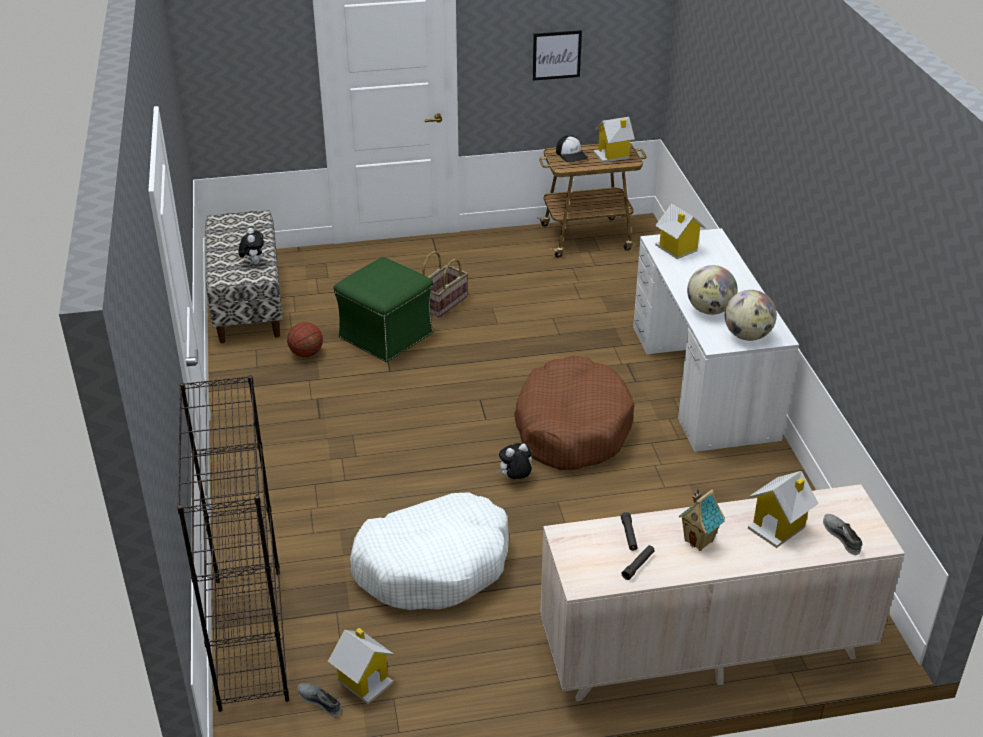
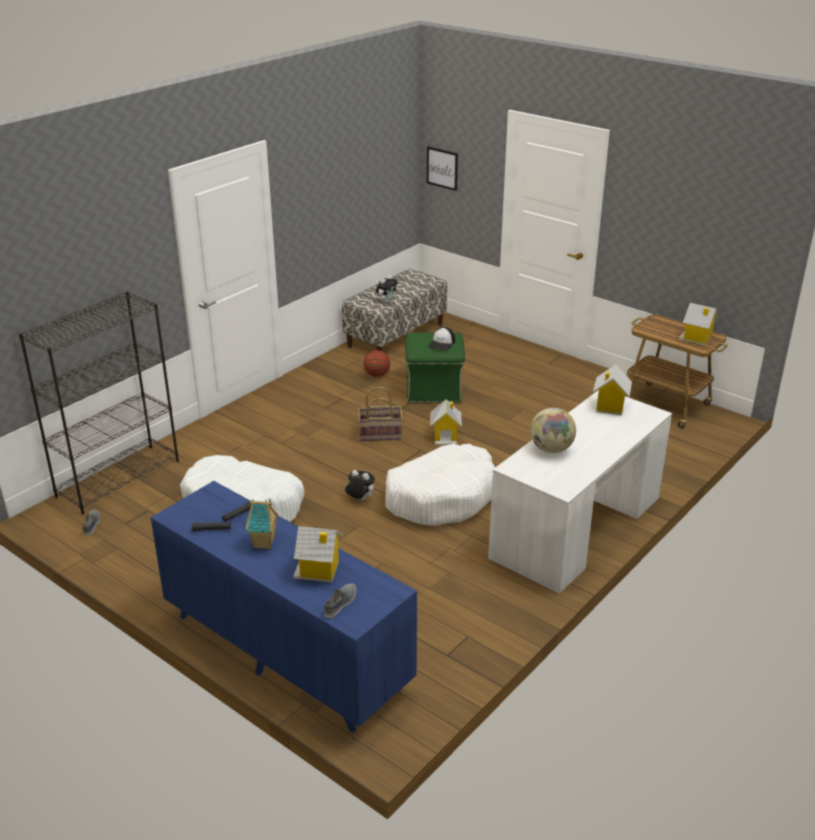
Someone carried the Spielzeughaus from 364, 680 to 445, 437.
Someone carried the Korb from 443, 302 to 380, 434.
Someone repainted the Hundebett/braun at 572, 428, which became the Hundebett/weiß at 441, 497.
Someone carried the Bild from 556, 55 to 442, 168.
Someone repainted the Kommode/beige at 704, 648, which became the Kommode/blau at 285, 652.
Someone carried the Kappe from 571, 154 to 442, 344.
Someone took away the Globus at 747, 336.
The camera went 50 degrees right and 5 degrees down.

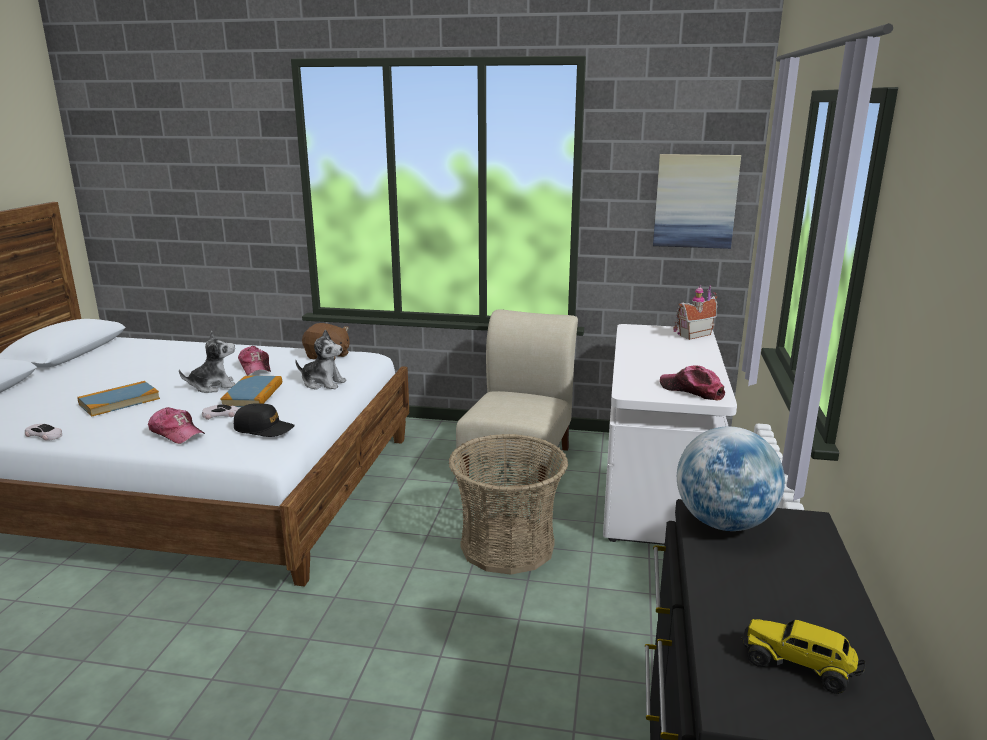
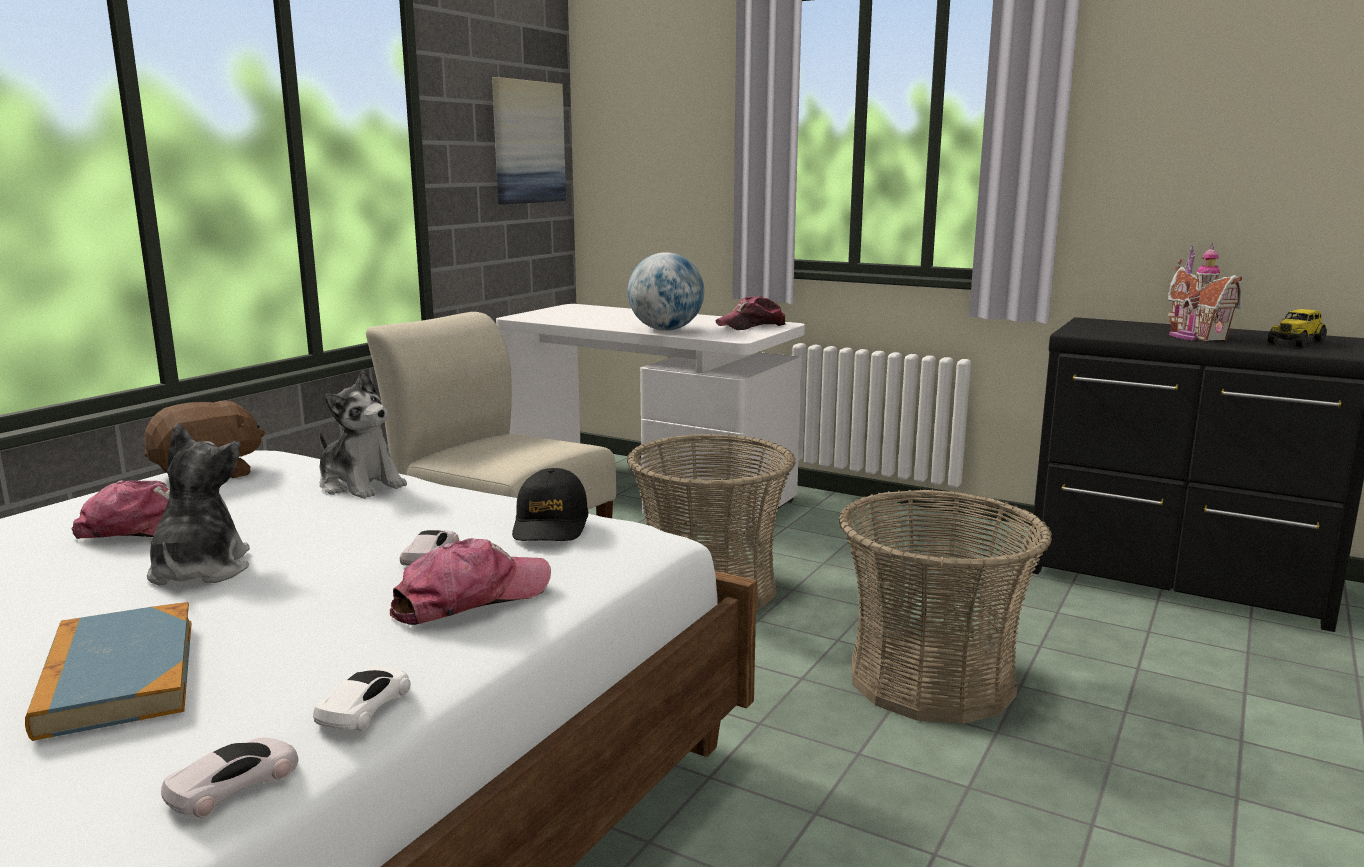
Someone took away the Buch at 253, 394.
Someone rotated the Kappe/schwarz at 264, 428 by 150 degrees clockwise.
Someone rotated the Plüschtier at 323, 383 by 90 degrees clockwise.
Someone carried the Spielzeughaus from 692, 334 to 1193, 336.
Someone carried the Globus from 724, 523 to 666, 330.
Someone put down the Spielzeugauto/weiß at 366, 706.
Someone put down the Korb at 930, 679.
The camera went 70 degrees left and 5 degrees down.

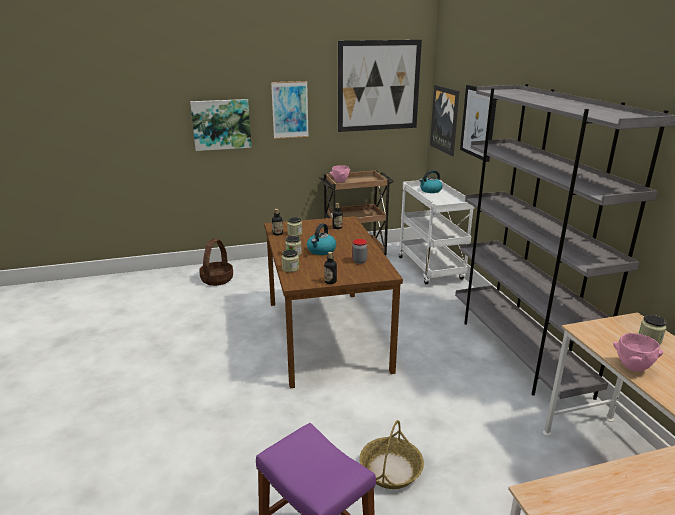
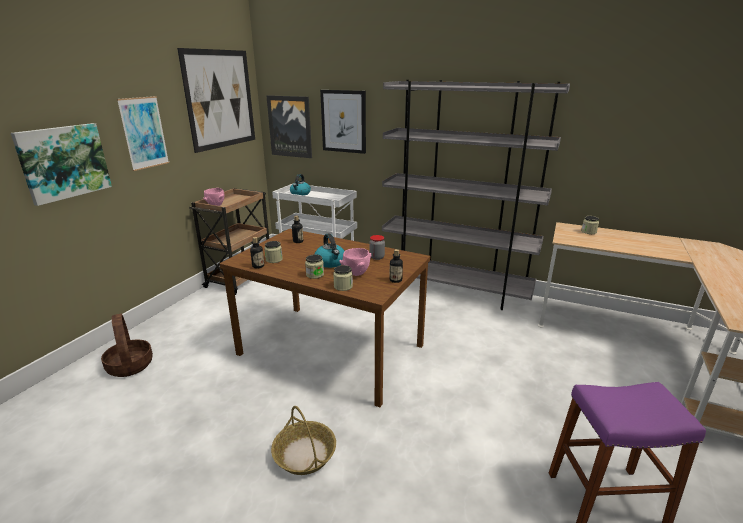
Someone carried the Korb from 390, 469 to 304, 454.
Someone carried the Schüssel/rosa from 632, 367 to 356, 274.
The camera went 50 degrees left and 0 degrees up.

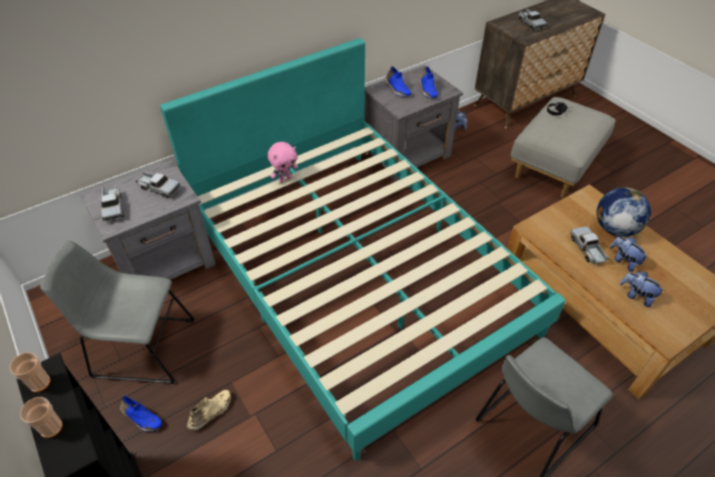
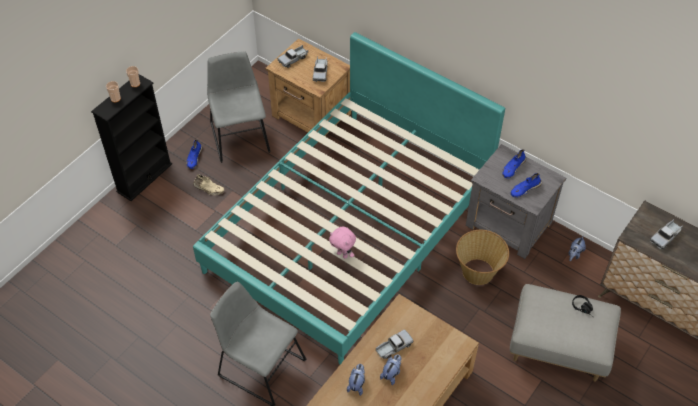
Someone repainted the Nachttisch/grau at 166, 261, which became the Nachttisch/braun at 311, 116.
Someone carried the Plüschtier/rosa from 285, 179 to 343, 254.
Someone took away the Globus at 614, 228.
Someone put down the Korb at 478, 271.
The camera went 70 degrees right and 5 degrees up.

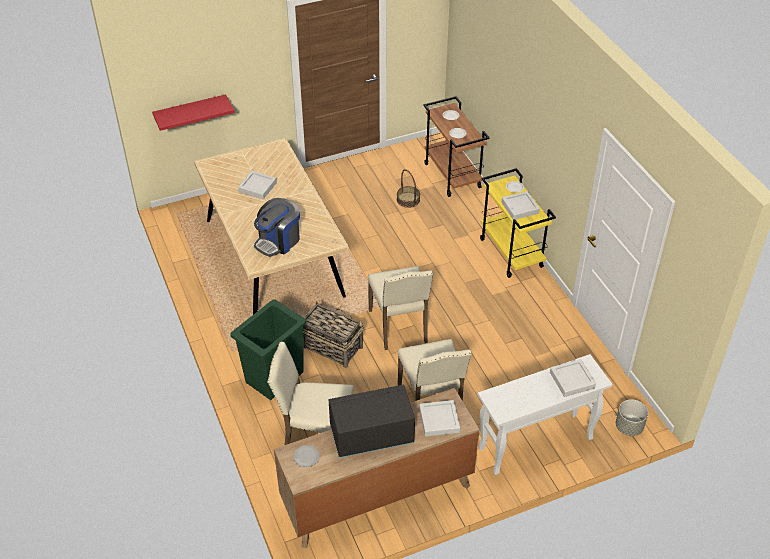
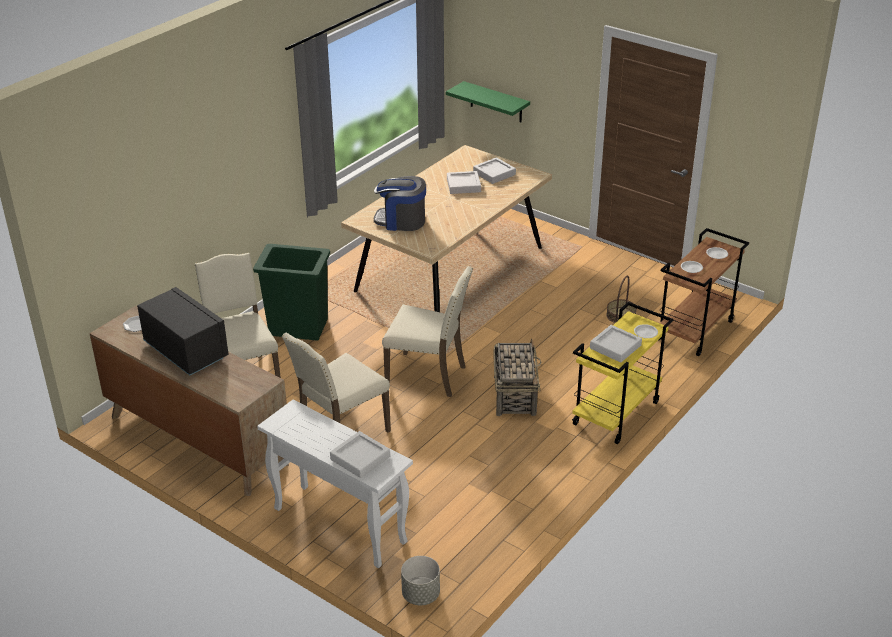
Someone repainted the Wandregal/rot at 190, 112, which became the Wandregal/grün at 496, 102.
Someone carried the Korb from 331, 346 to 514, 395.
Someone rotated the Stuhl/beige at 400, 327 by 120 degrees counterclockwise.
Someone carried the Tablett/grau from 439, 420 to 494, 173.
The camera went 60 degrees right and 10 degrees down.

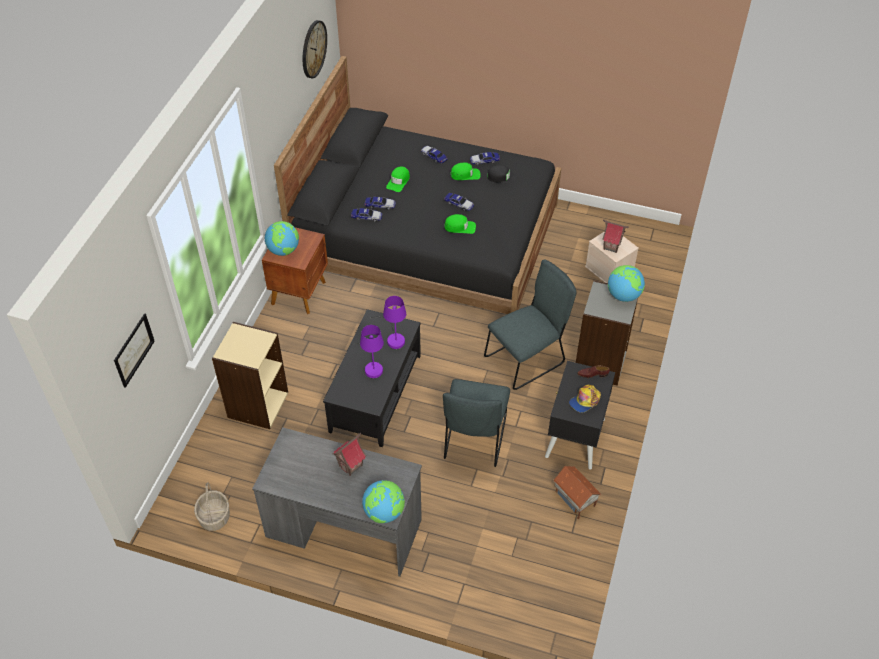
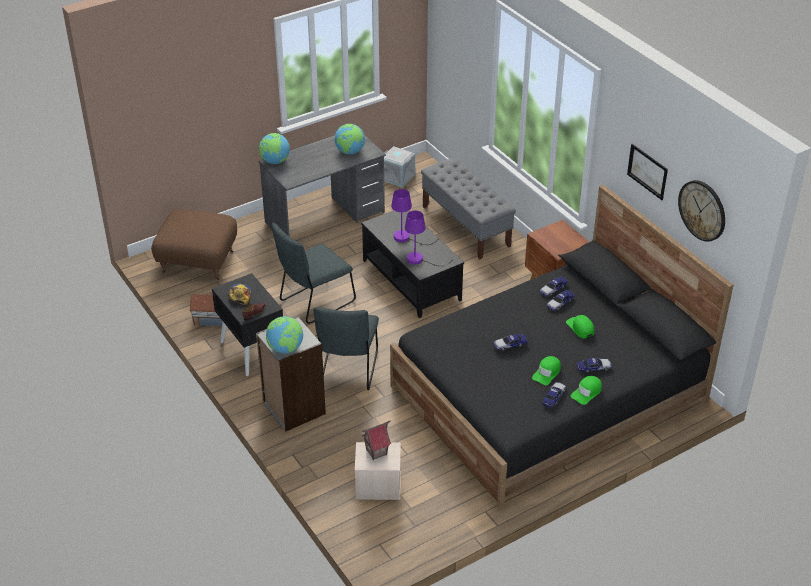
Someone carried the Bild from 134, 350 to 647, 171.
Someone swapped the Korb at 214, 516 for the Aufbewahrungsbox/grau at 398, 177.
Someone swapped the Bücherregal/beige at 257, 404 for the Bank/grau at 466, 226.
Someone carried the Globus from 283, 250 to 350, 152.
Someone took away the Spielzeughaus at 351, 466.
Someone rotated the Stuhl/grau at 474, 440 by 90 degrees counterclockwise.
Someone carried the Kappe/grün from 460, 227 to 586, 392.
Someone took away the Kappe/schwarz at 502, 177.
Someone put down the Polsterhocker/braun at 198, 262.
The camera went 130 degrees right and 10 degrees down.

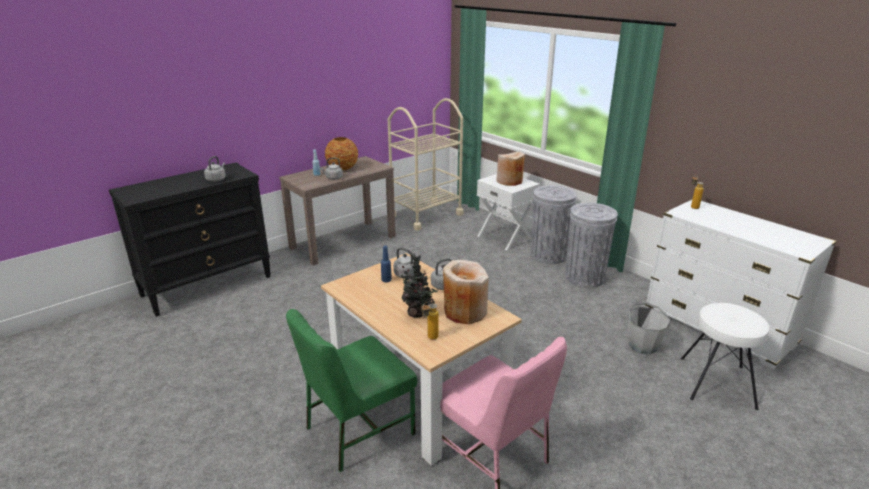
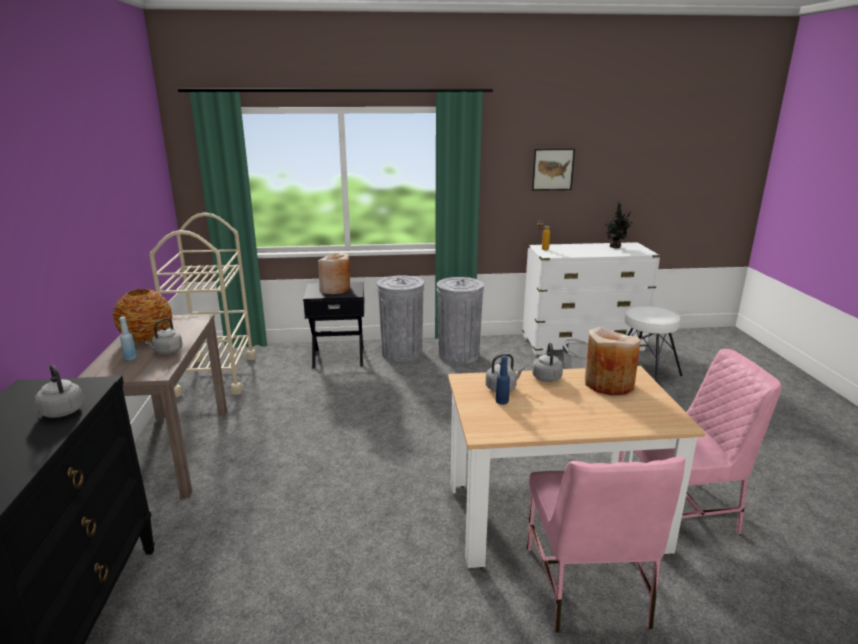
Someone repainted the Stuhl/grün at 357, 430, which became the Stuhl/rosa at 587, 587.
Someone carried the Topfpflanze from 418, 314 to 615, 247.
Someone took away the Flasche at 429, 338.
Someone repainted the Nachttisch/weiß at 505, 237, which became the Nachttisch/schwarz at 338, 357.
Someone put up the Bild at 552, 169.
The camera went 55 degrees left and 5 degrees down.

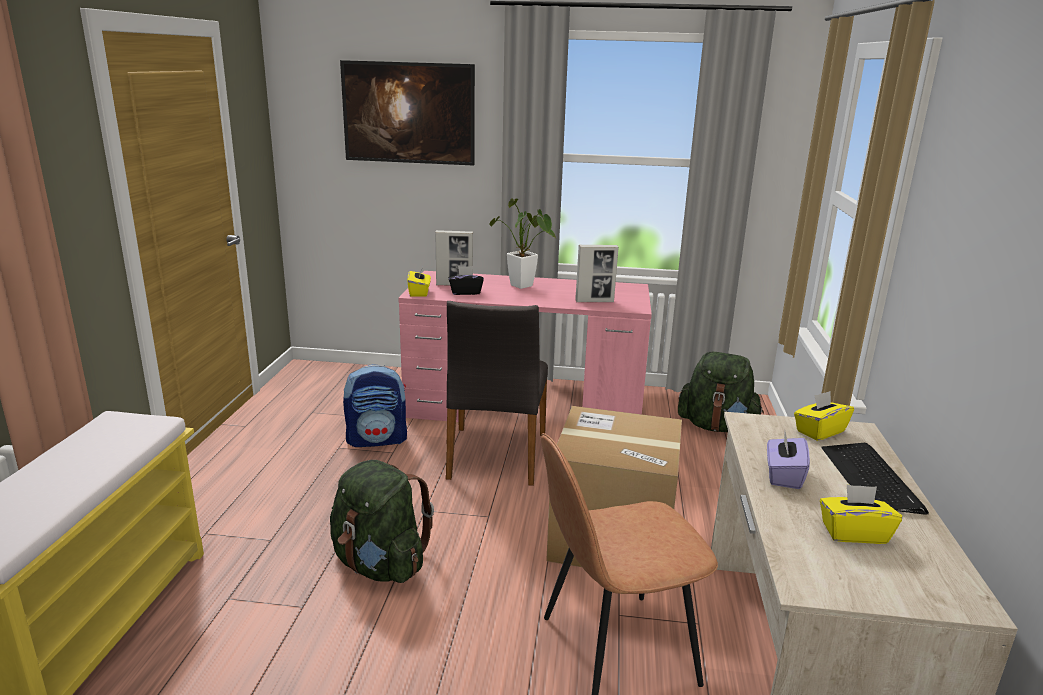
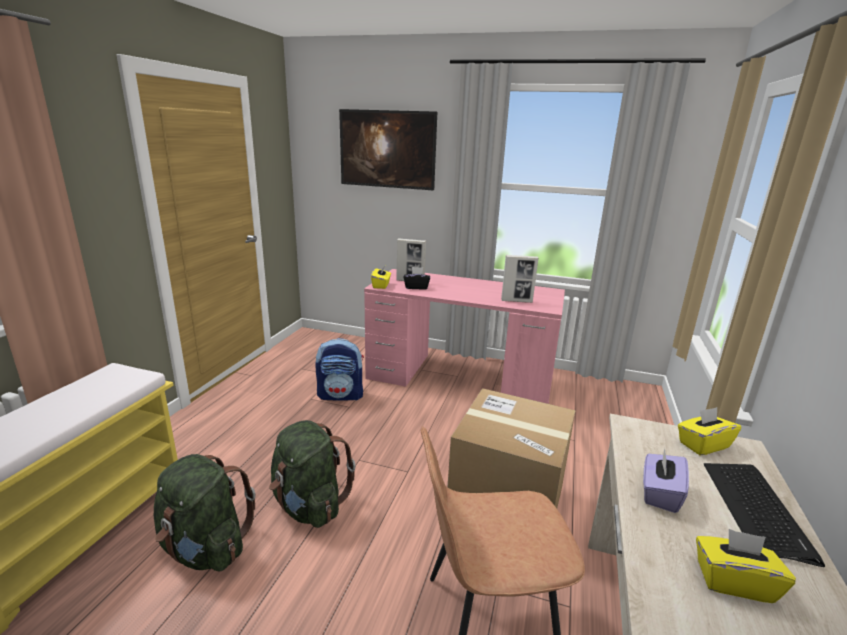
Someone took away the Stuhl/grau at 495, 456.
Someone took away the Topfpflanze at 524, 287.
Someone carried the Rucksack/grün from 717, 426 to 206, 548.
The camera went 10 degrees right and 0 degrees up.

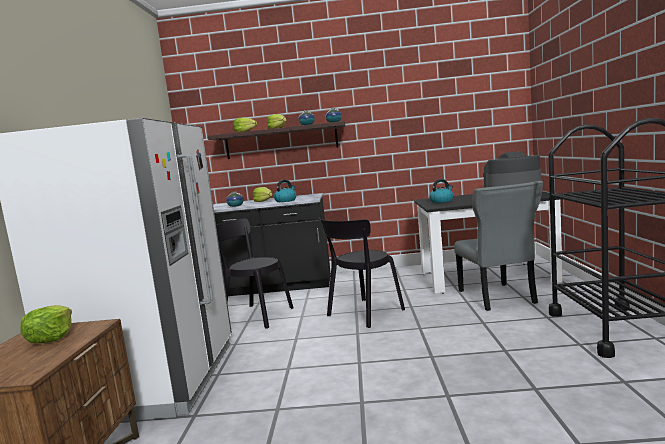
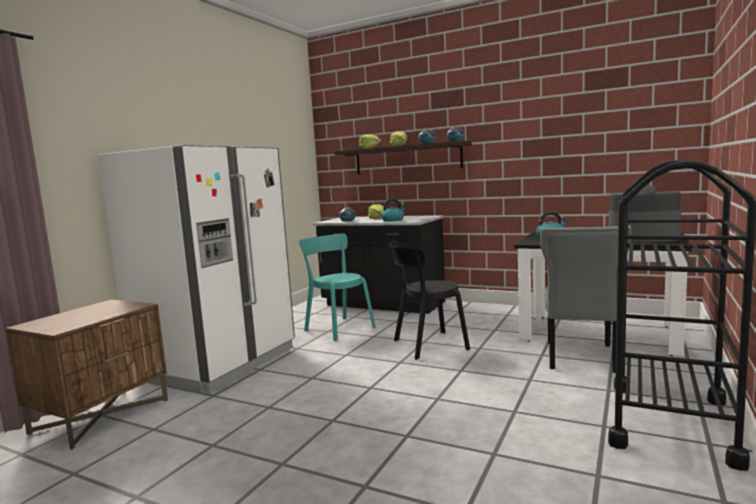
Someone took away the Salatkopf at 51, 338.
Someone repainted the Stuhl/schwarz at 255, 316, which became the Stuhl/türkis at 338, 328.
The camera went 25 degrees right and 0 degrees up.

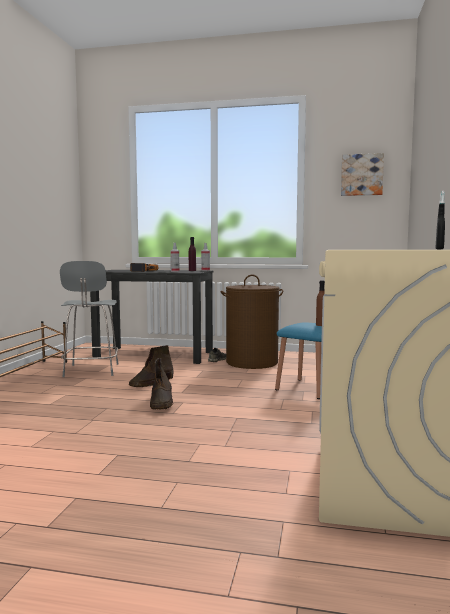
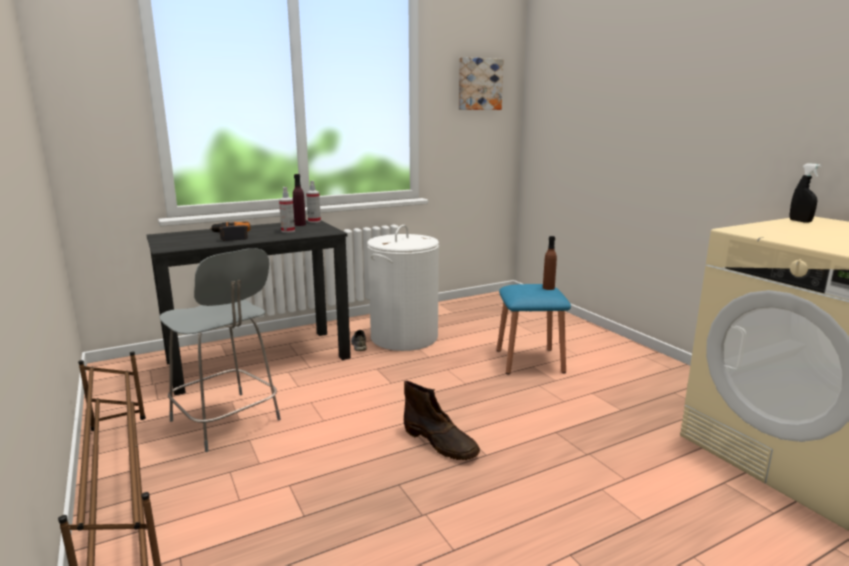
Someone took away the Stiefel/braun at 151, 383.
Someone repainted the Wäschekorb/braun at 252, 362, which became the Wäschekorb/weiß at 404, 337.
The camera went 40 degrees left and 10 degrees up.

